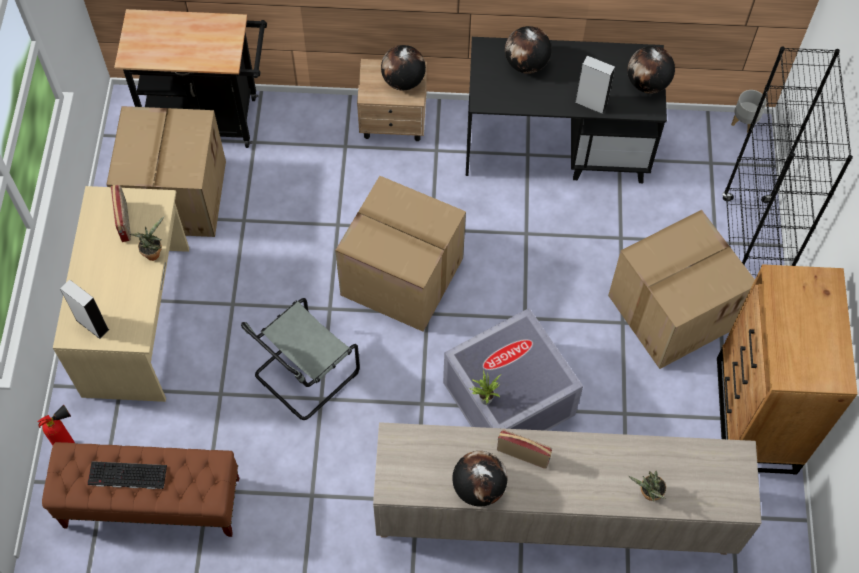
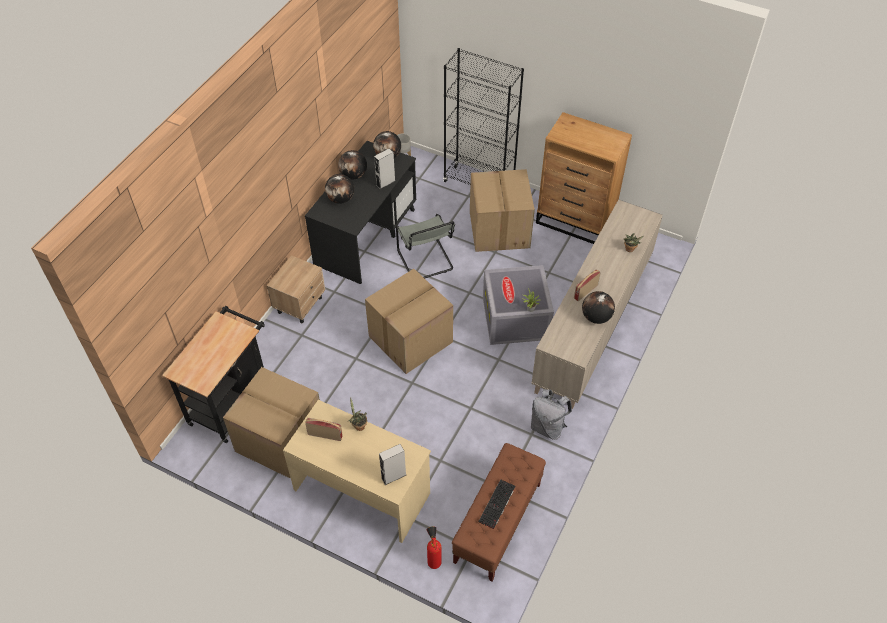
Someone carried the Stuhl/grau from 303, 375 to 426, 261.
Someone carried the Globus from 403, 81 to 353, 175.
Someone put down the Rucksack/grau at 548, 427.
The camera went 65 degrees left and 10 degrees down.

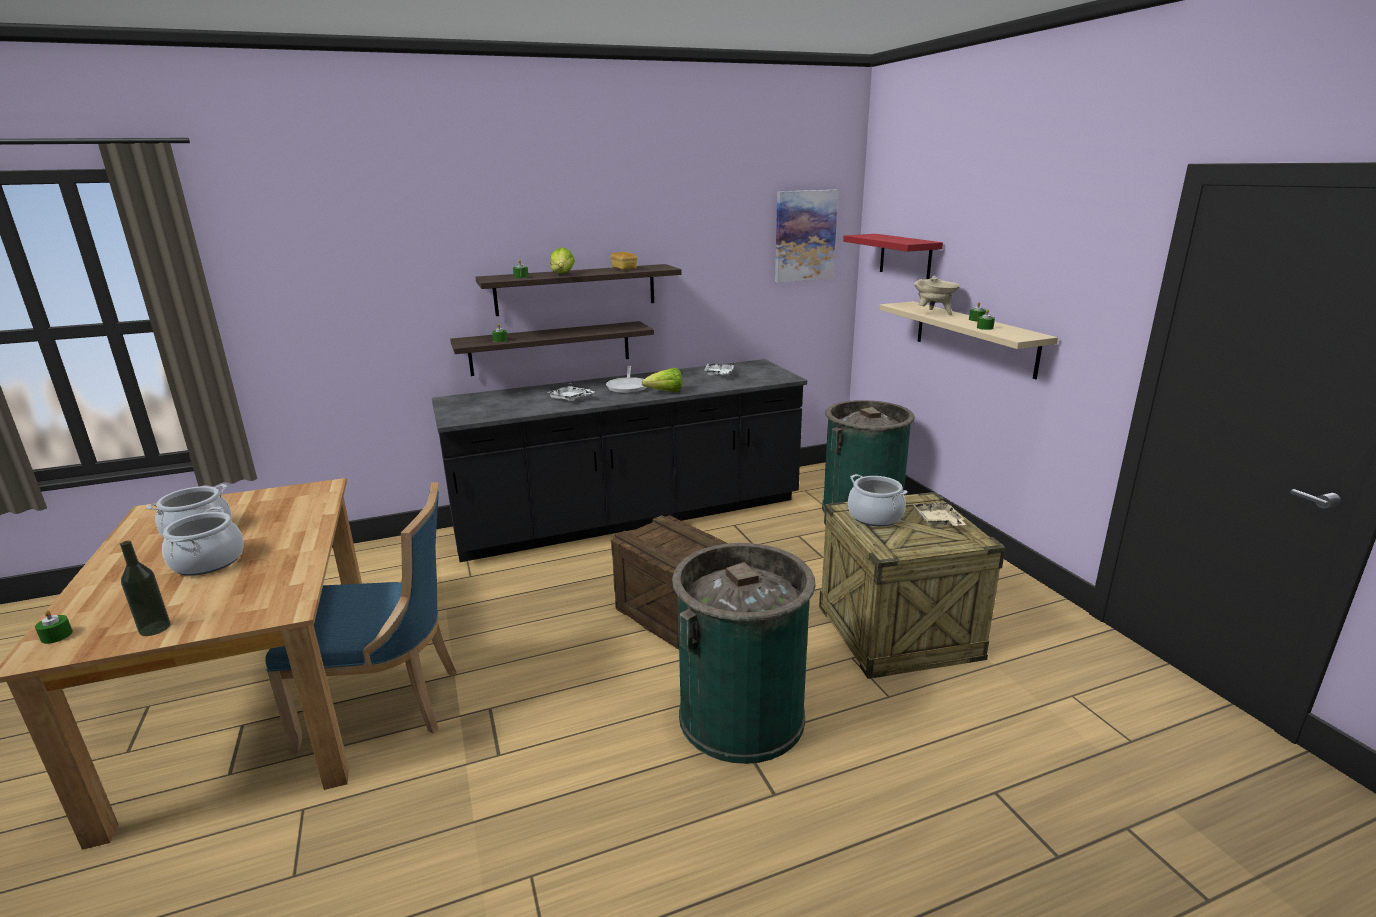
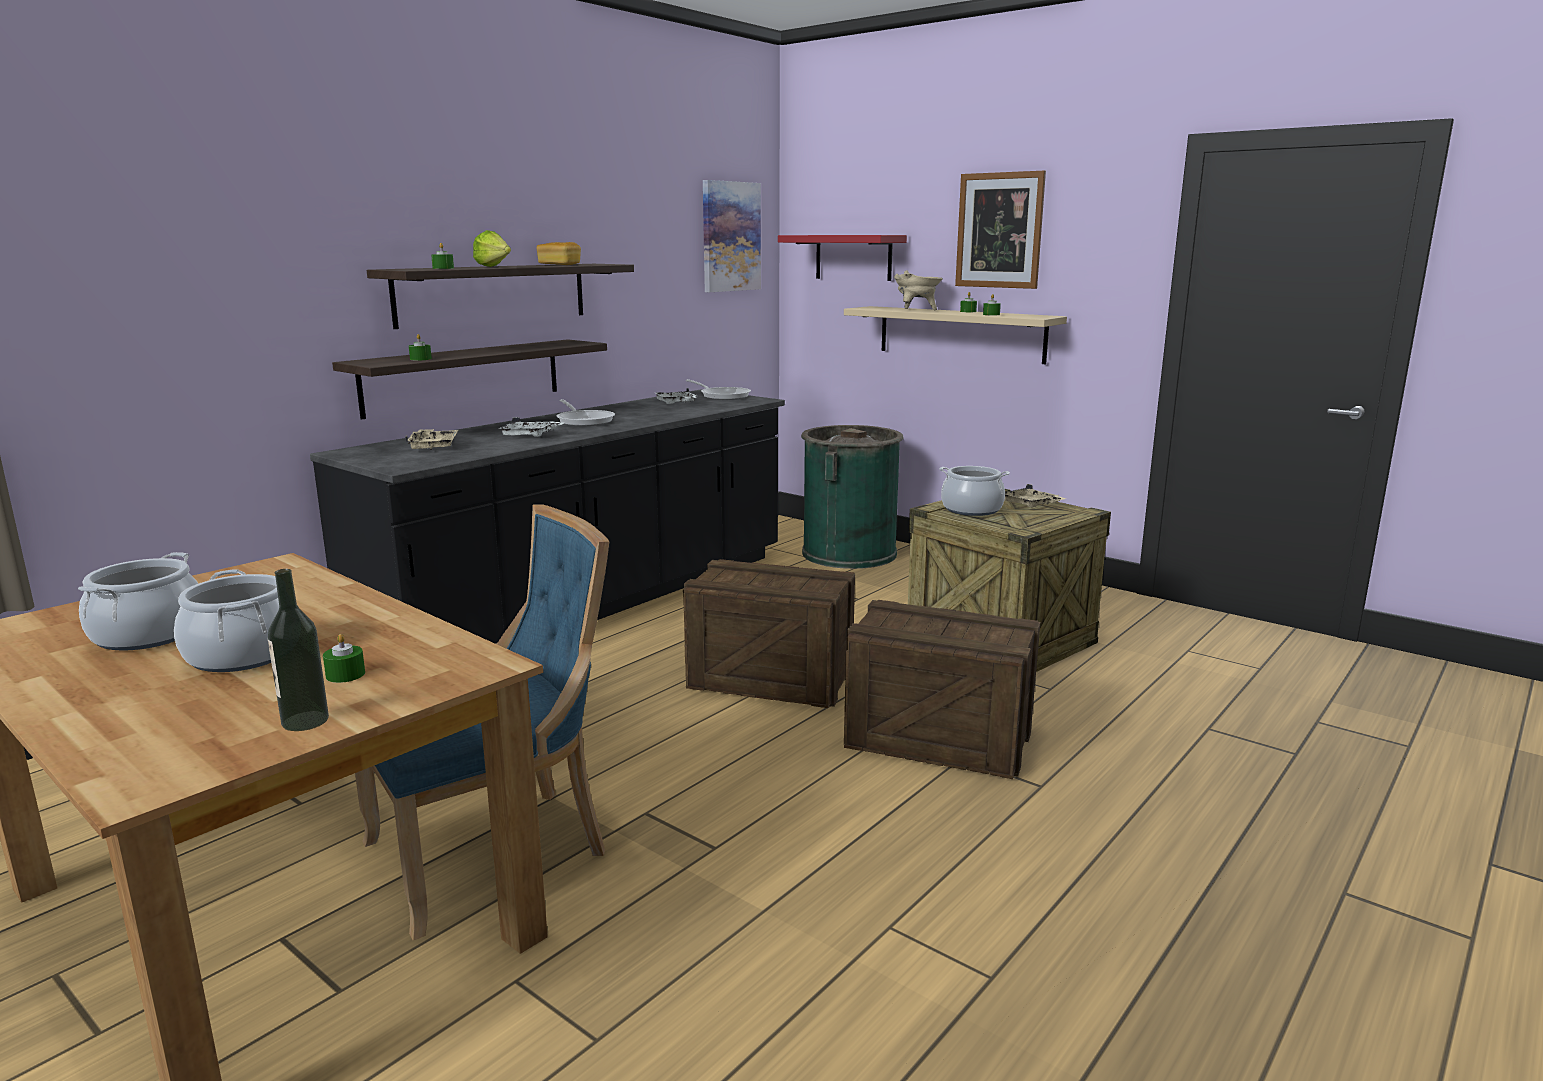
Someone carried the Kerze/grün from 56, 636 to 345, 674.
Someone took away the Salatkopf at 665, 392.
Someone swapped the Mülleimer/grün at 741, 716 for the Kiste at 937, 739.
Someone put down the Tablett/beige at 433, 446.
Someone put down the Pfanne at 722, 396.
Someone put up the Bild at 999, 230.
The camera went 30 degrees left and 5 degrees down.

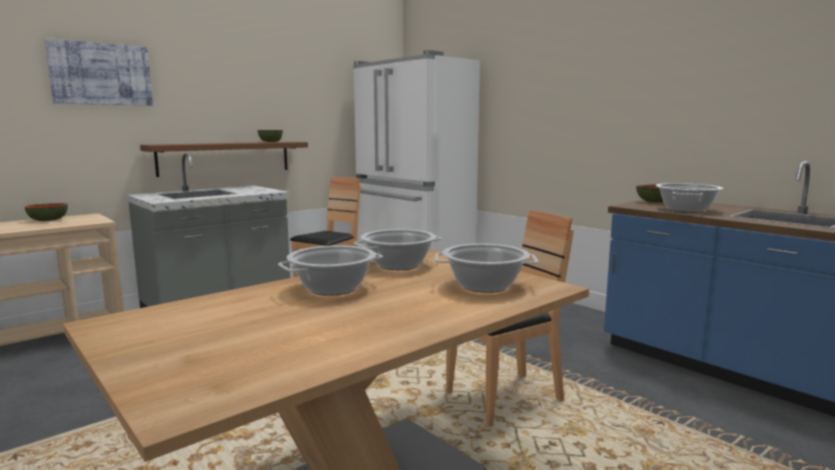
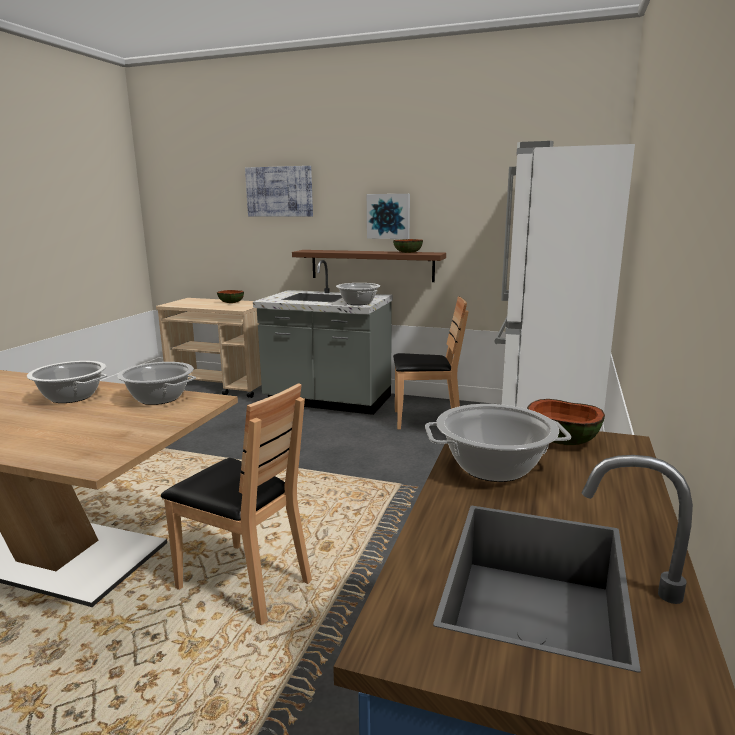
Someone carried the Kochtopf from 485, 286 to 358, 303.
Someone put up the Bild at 388, 216.
The camera went 60 degrees right and 5 degrees up.

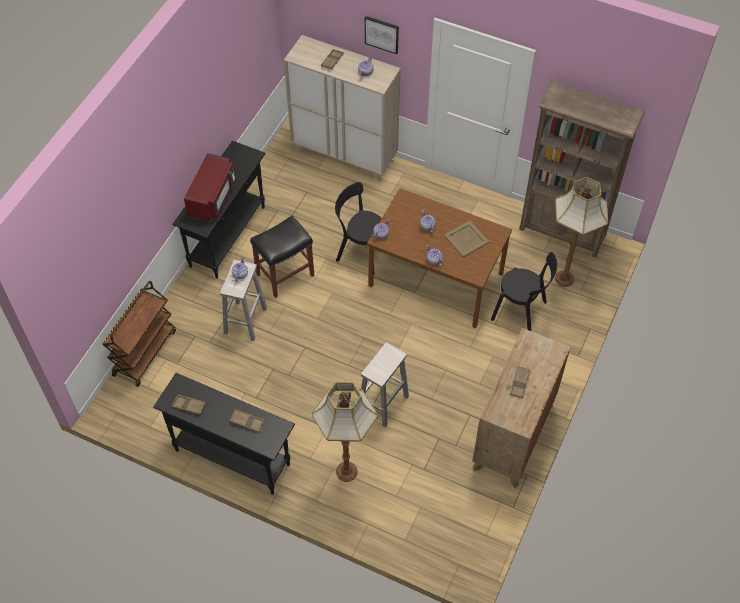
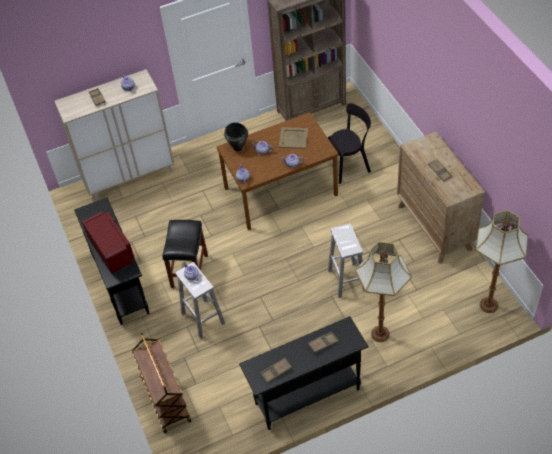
Someone took away the Stuhl/schwarz at 361, 251.
Someone took away the Bild at 382, 34.
Someone carried the Stehlampe from 564, 278 to 488, 304.
Someone put down the Kochtopf/schwarz at 238, 147.
The camera went 45 degrees left and 5 degrees down.

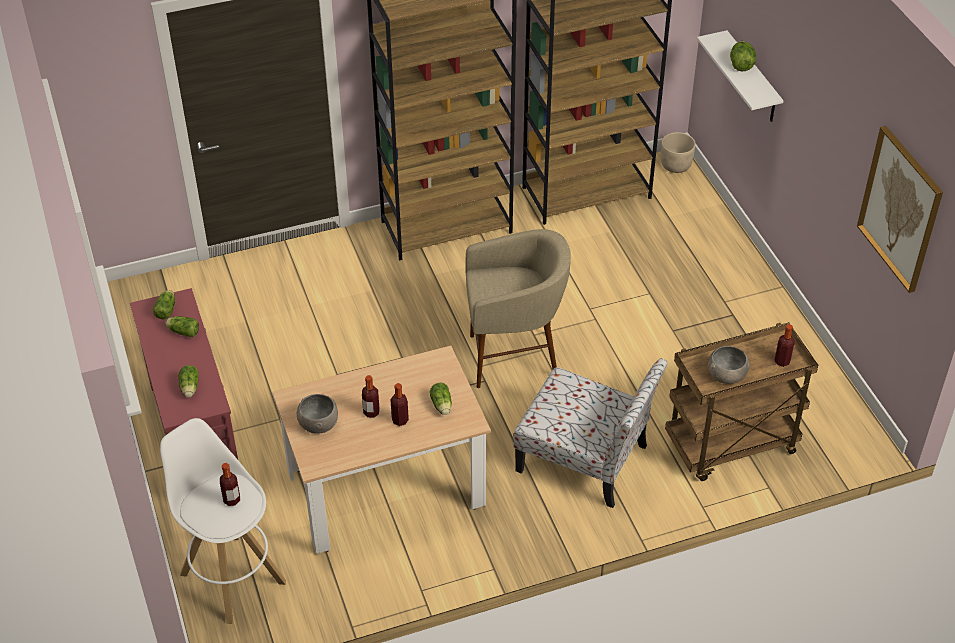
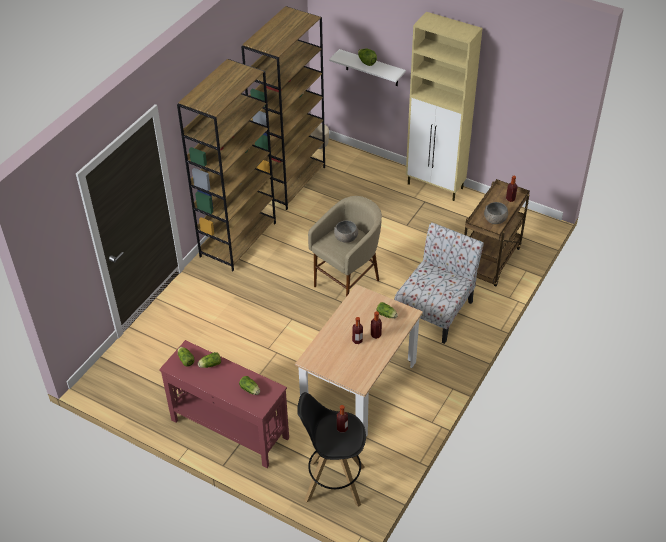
Someone repainted the Hocker/weiß at 232, 577, which became the Hocker/schwarz at 333, 483.
Someone carried the Schüssel/grau from 318, 424 to 346, 238.
Someone rotated the Stuhl at 585, 459 by 45 degrees counterclockwise.
Someone took away the Bild at 900, 209.
Someone put down the Schrank/beige at 435, 186.
The camera went 40 degrees left and 0 degrees up.

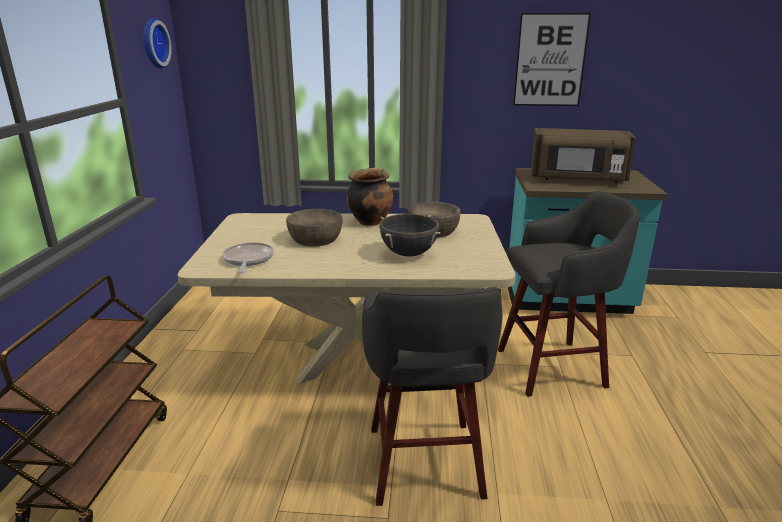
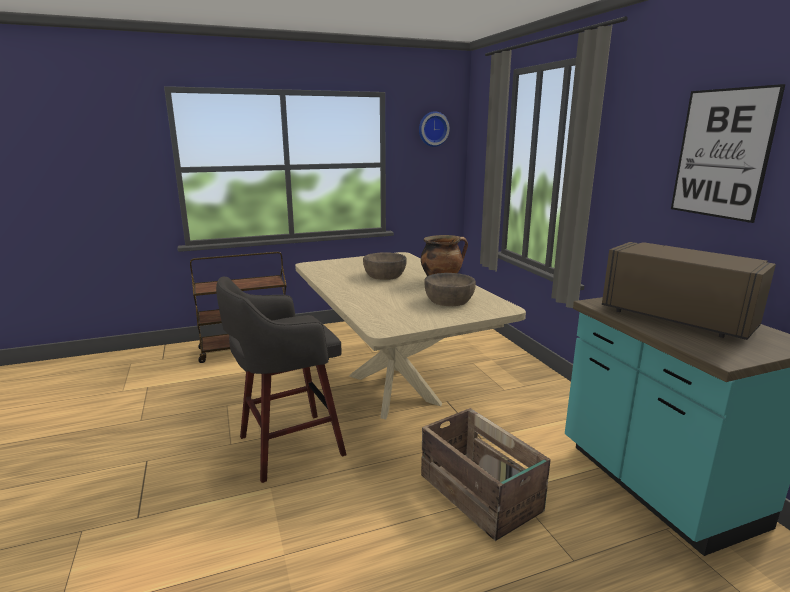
Someone took away the Pfanne at 248, 260.
Someone took away the Kochtopf/schwarz at 408, 254.
Someone swapped the Hocker/grau at 554, 367 for the Kiste at 480, 494.
Someone rotated the Mikrowelle/braun at 577, 179 by 150 degrees clockwise.
The camera went 65 degrees right and 5 degrees down.

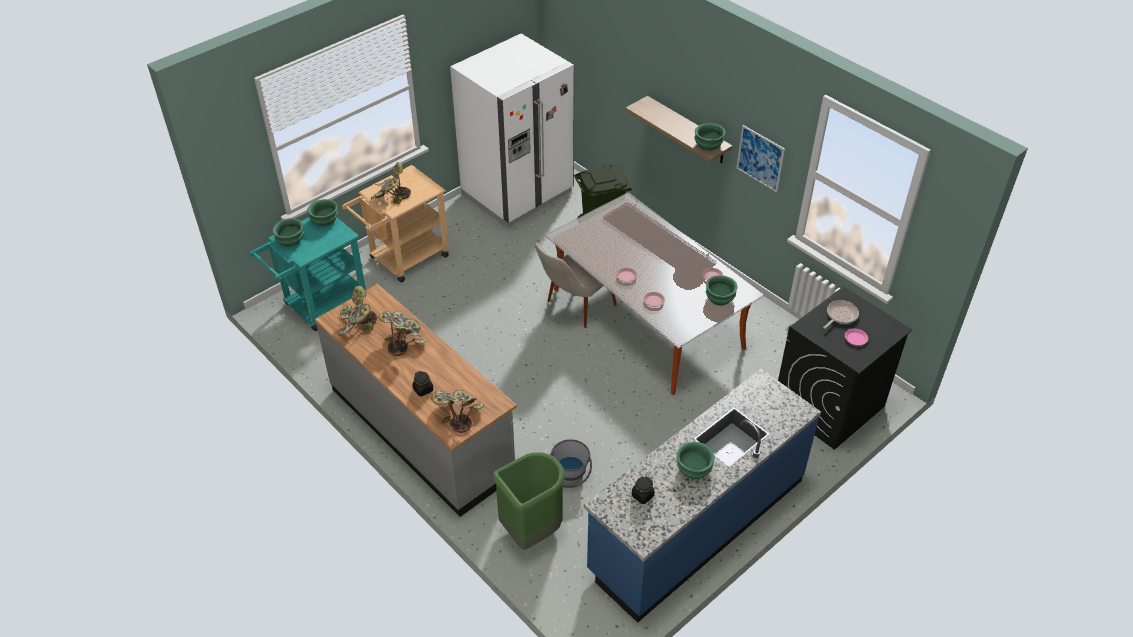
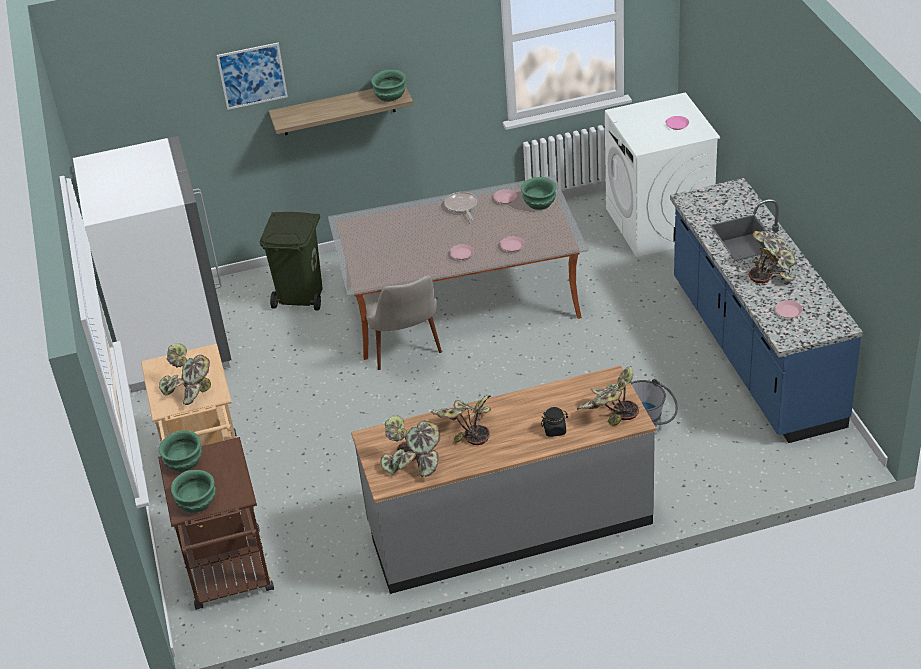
Someone repainted the Rollwagen/türkis at 320, 306, which became the Rollwagen/braun at 230, 575.
Someone took away the Mülleimer/grün at 531, 530.
Someone swapped the Vorratsglas/schwarz at 642, 495 for the Teller/rosa at 788, 311.
Someone swapped the Schüssel/grün at 694, 468 for the Topfpflanze at 772, 270.
Someone carried the Bild from 760, 158 to 252, 76.
Someone repainted the Waschmaschine/schwarz at 828, 406, which became the Waschmaschine/weiß at 659, 224.
Someone carried the Pfanne from 840, 315 to 461, 206.
The camera went 60 degrees left and 5 degrees down.

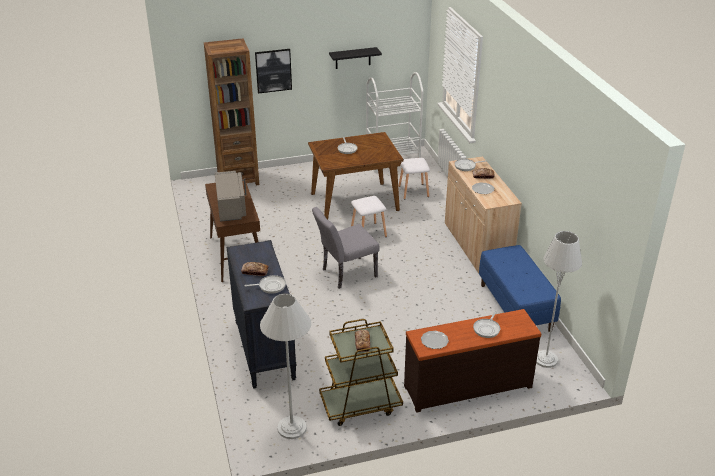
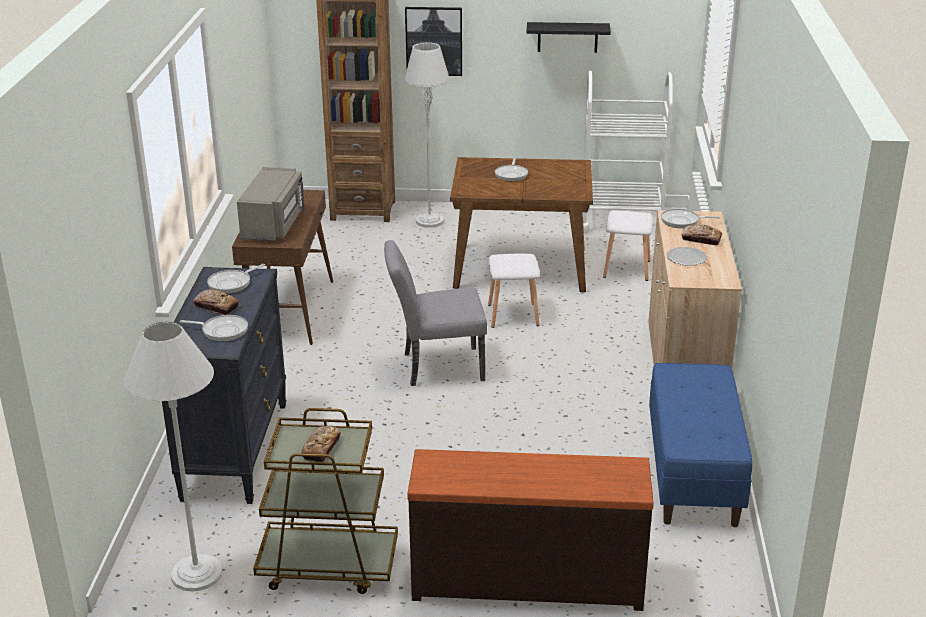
Someone took away the Teller at 434, 341.
Someone carried the Pfanne from 487, 329 to 232, 283.
Someone carried the Stehlampe/grau from 546, 359 to 429, 221.
The camera went 20 degrees right and 5 degrees down.

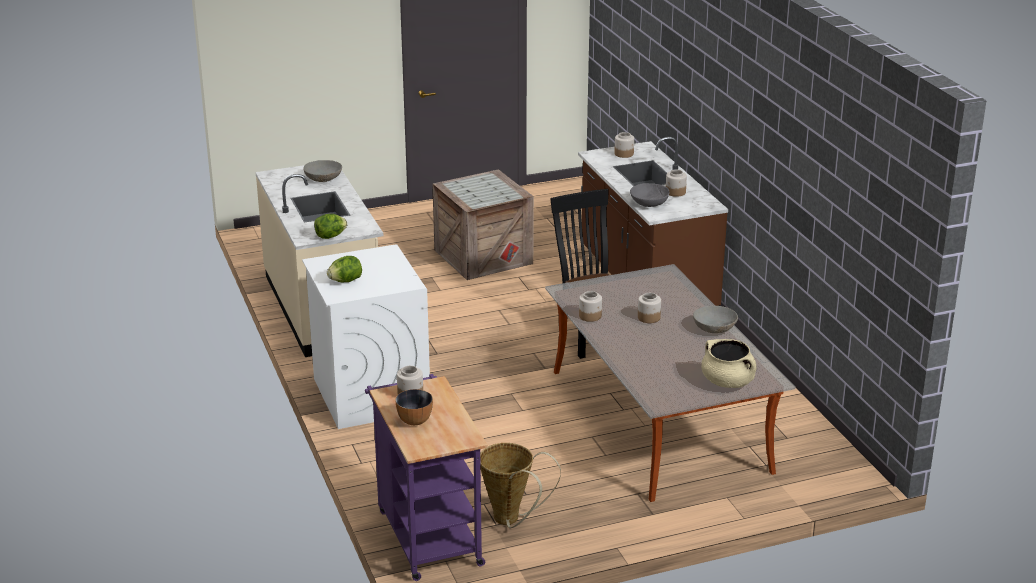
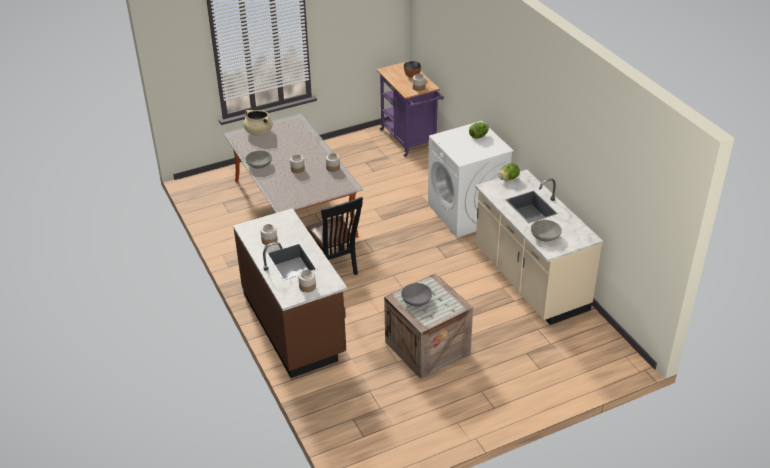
Someone took away the Korb at 511, 520.
Someone carried the Schüssel/grau from 649, 202 to 416, 300.
The camera went 175 degrees right and 10 degrees up.

